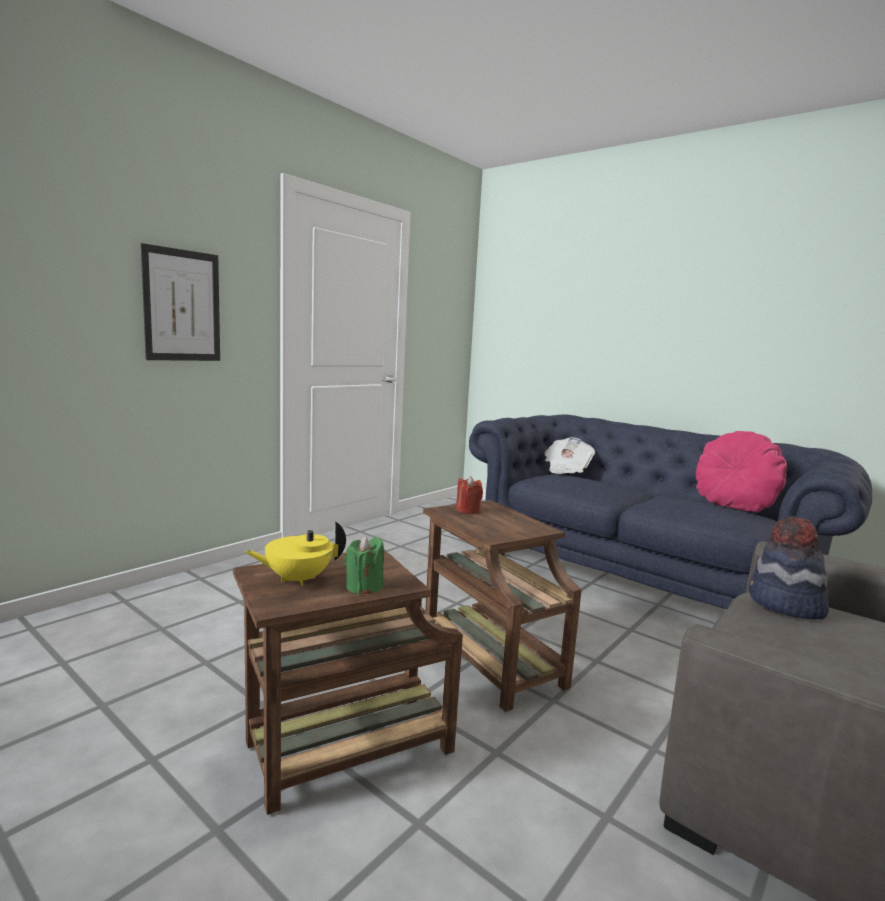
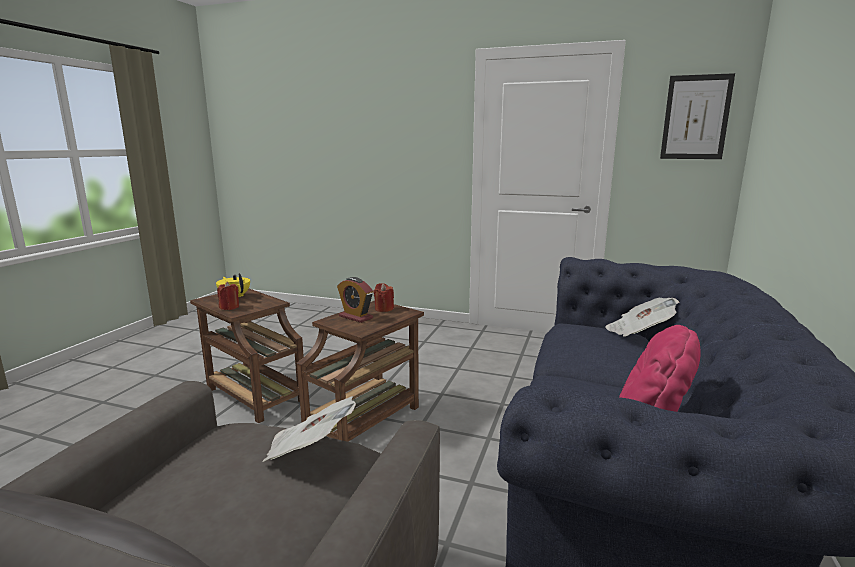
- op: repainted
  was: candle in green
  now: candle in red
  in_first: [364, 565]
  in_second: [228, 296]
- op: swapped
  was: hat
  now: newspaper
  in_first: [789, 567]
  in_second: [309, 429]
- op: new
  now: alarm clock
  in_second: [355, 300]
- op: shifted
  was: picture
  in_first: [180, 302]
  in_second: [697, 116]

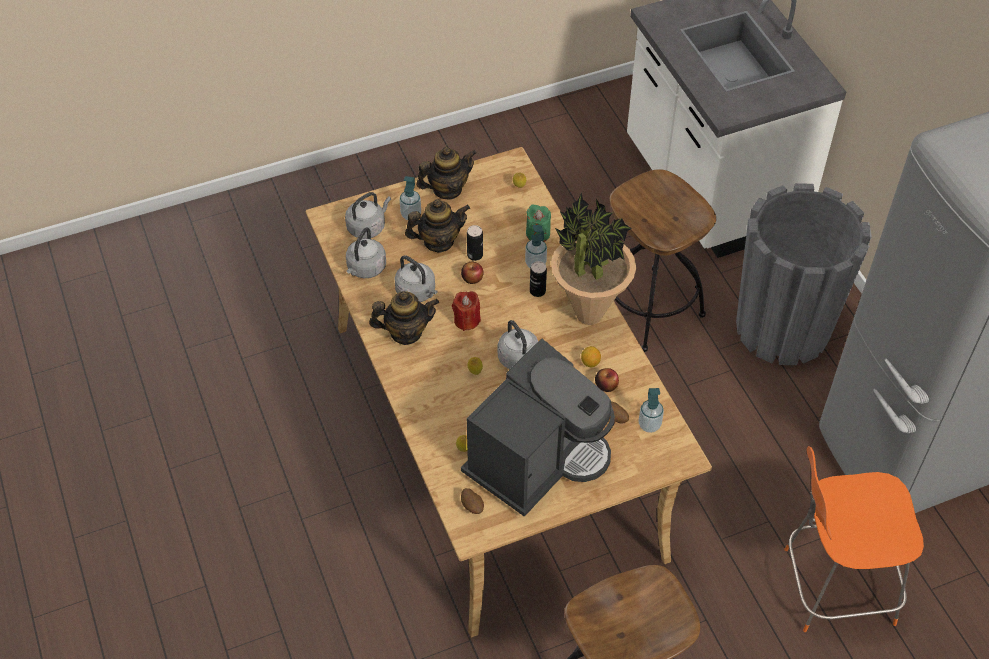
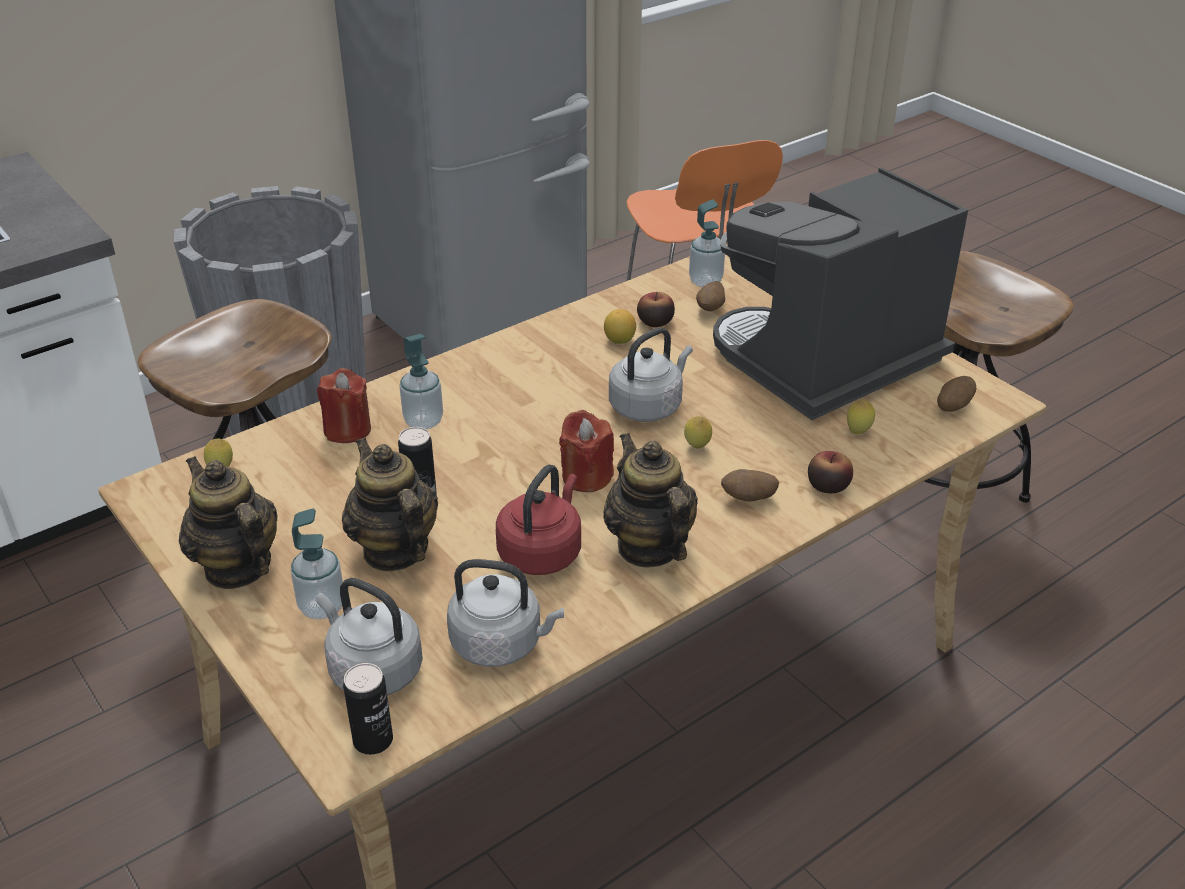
- op: repainted
  was: candle in green
  now: candle in red
  in_first: [538, 223]
  in_second: [344, 405]
- op: shifted
  was: can
  in_first: [538, 279]
  in_second: [368, 709]
- op: repainted
  was: kettle in grey
  now: kettle in red
  in_first: [416, 278]
  in_second: [538, 520]
- op: rotated
  was: coffee machine
  in_first: [538, 428]
  in_second: [840, 293]
  clockwise: -60
- op: new
  now: potato
  in_second: [750, 485]
- op: shifted
  was: apple
  in_first: [472, 273]
  in_second: [830, 472]
- op: gone
  was: potted plant
  in_first: [593, 258]

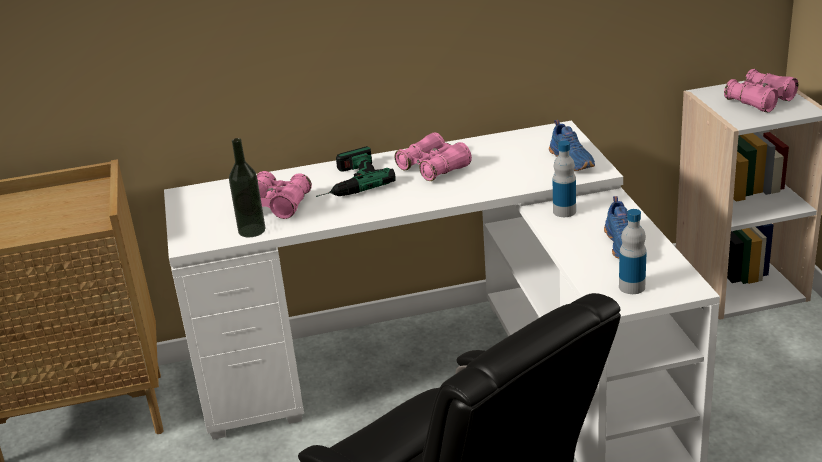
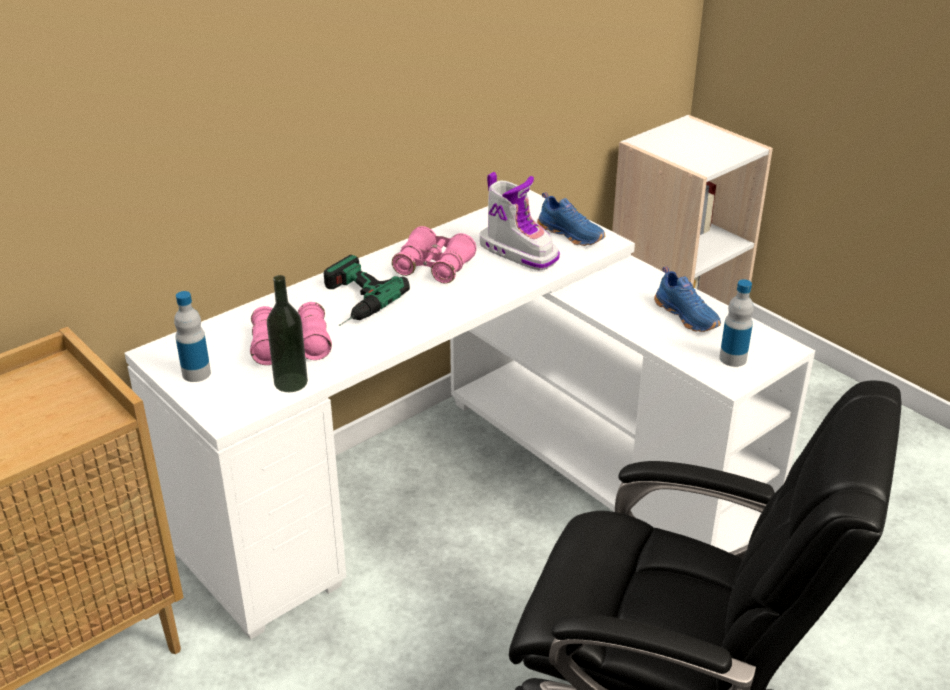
- op: shifted
  was: bottle
  in_first: [564, 179]
  in_second: [192, 336]
- op: new
  now: boot
  in_second: [520, 221]
- op: gone
  was: binoculars in pink
  in_first: [761, 90]

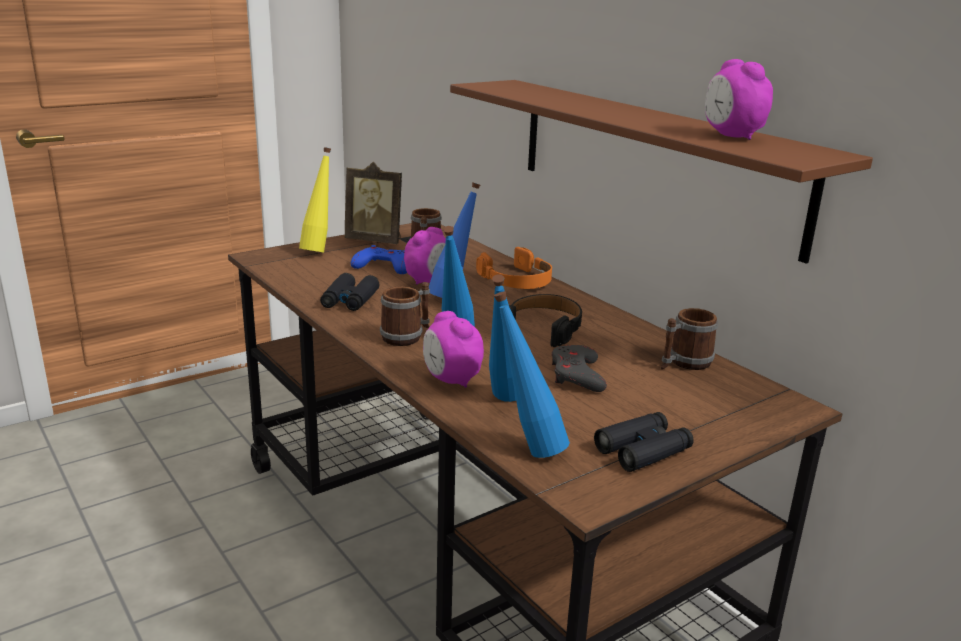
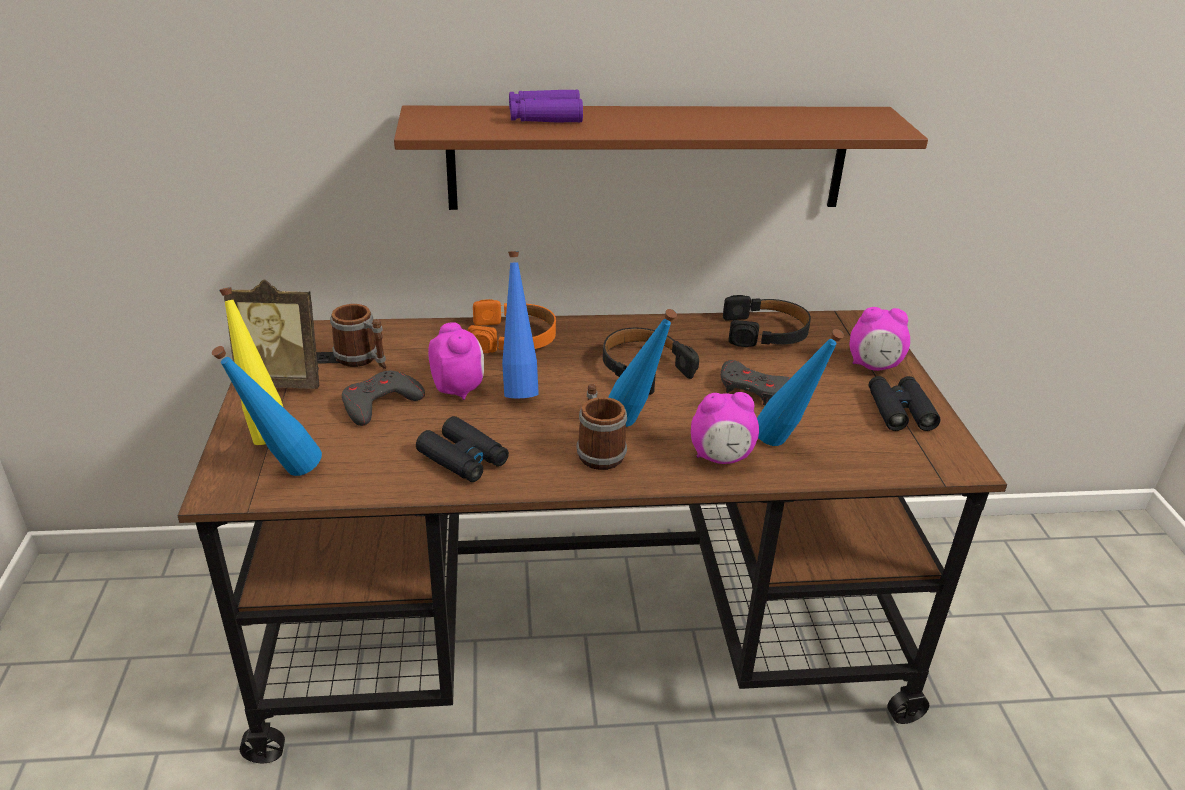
- op: shifted
  was: bottle in blue
  in_first: [532, 374]
  in_second: [267, 411]
- op: rotated
  was: picture frame
  in_first: [373, 203]
  in_second: [271, 334]
  clockwise: 45
- op: repainted
  was: game controller in blue
  now: game controller in grey
  in_first: [379, 259]
  in_second: [383, 398]
- op: new
  now: binoculars in purple
  in_second: [546, 106]
- op: swapped
  was: mug
  now: headphones in black
  in_first: [689, 339]
  in_second: [767, 321]
- op: shifted
  was: alarm clock
  in_first: [739, 99]
  in_second: [880, 339]

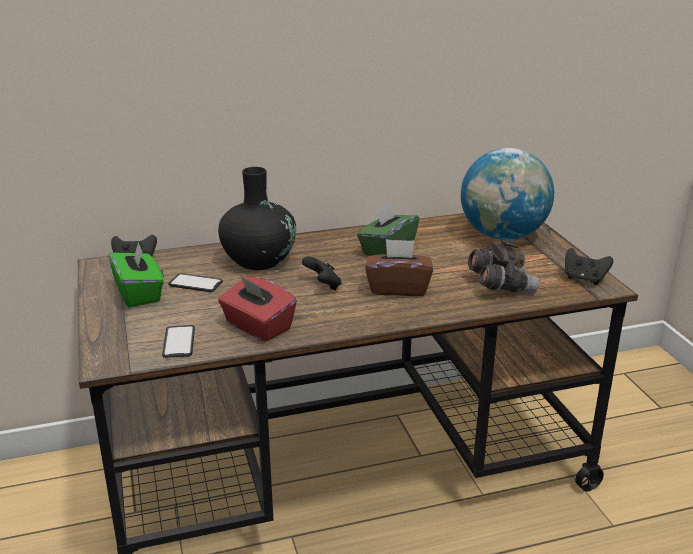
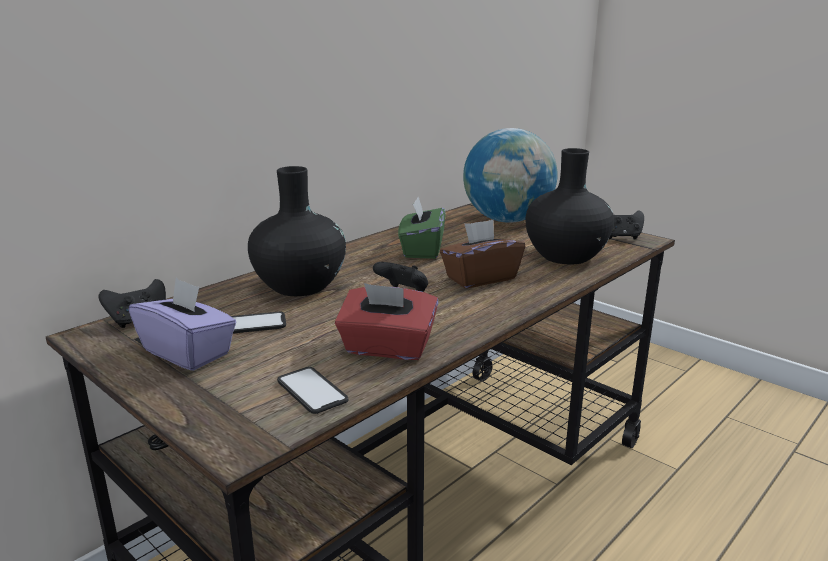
- op: repainted
  was: tissue box in green
  now: tissue box in purple
  in_first: [136, 274]
  in_second: [182, 324]
- op: swapped
  was: binoculars in grey
  now: vase in black
  in_first: [503, 266]
  in_second: [570, 206]

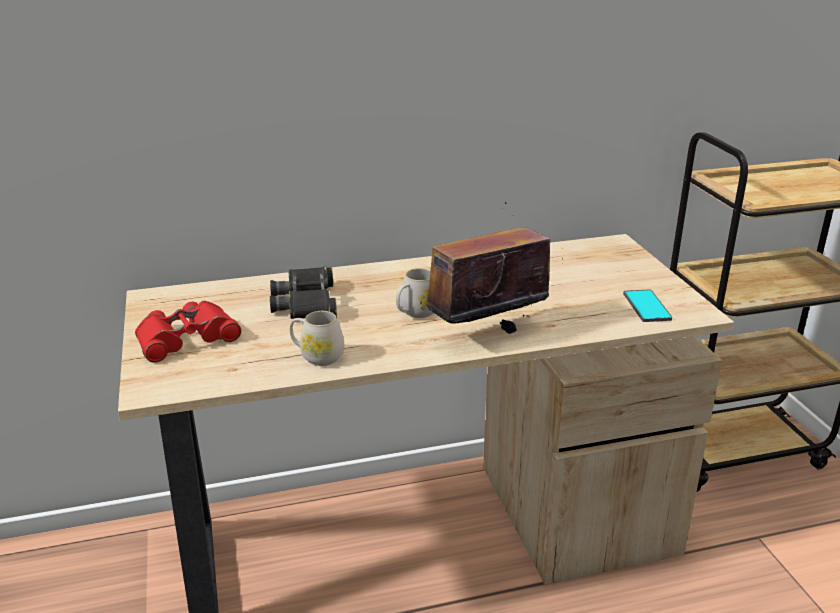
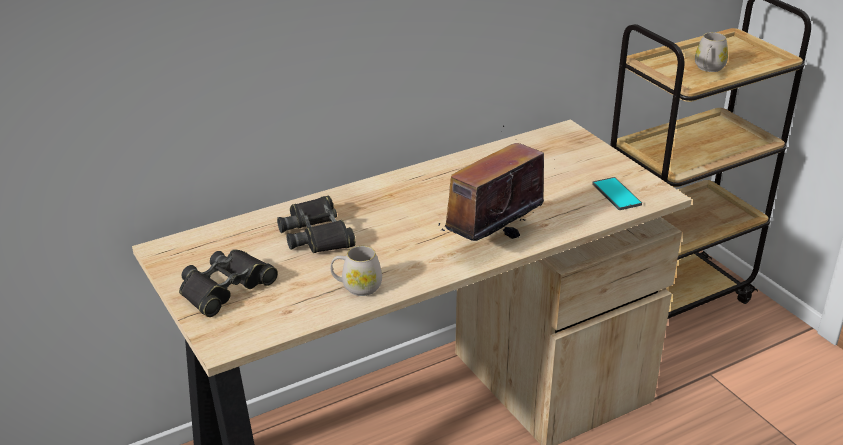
- op: repainted
  was: binoculars in red
  now: binoculars in black
  in_first: [188, 332]
  in_second: [228, 283]
- op: shifted
  was: mug in white
  in_first: [415, 293]
  in_second: [711, 52]

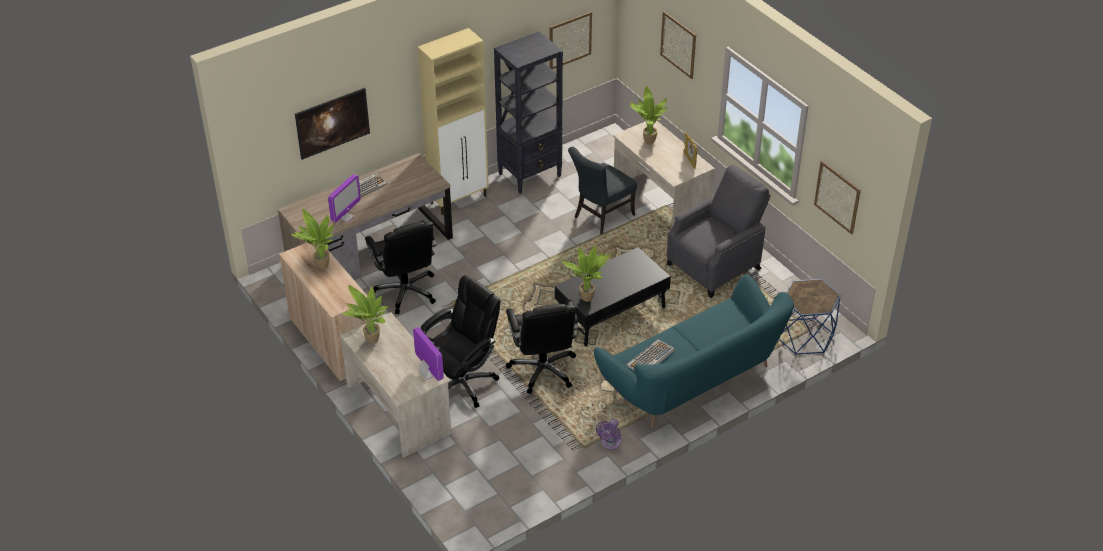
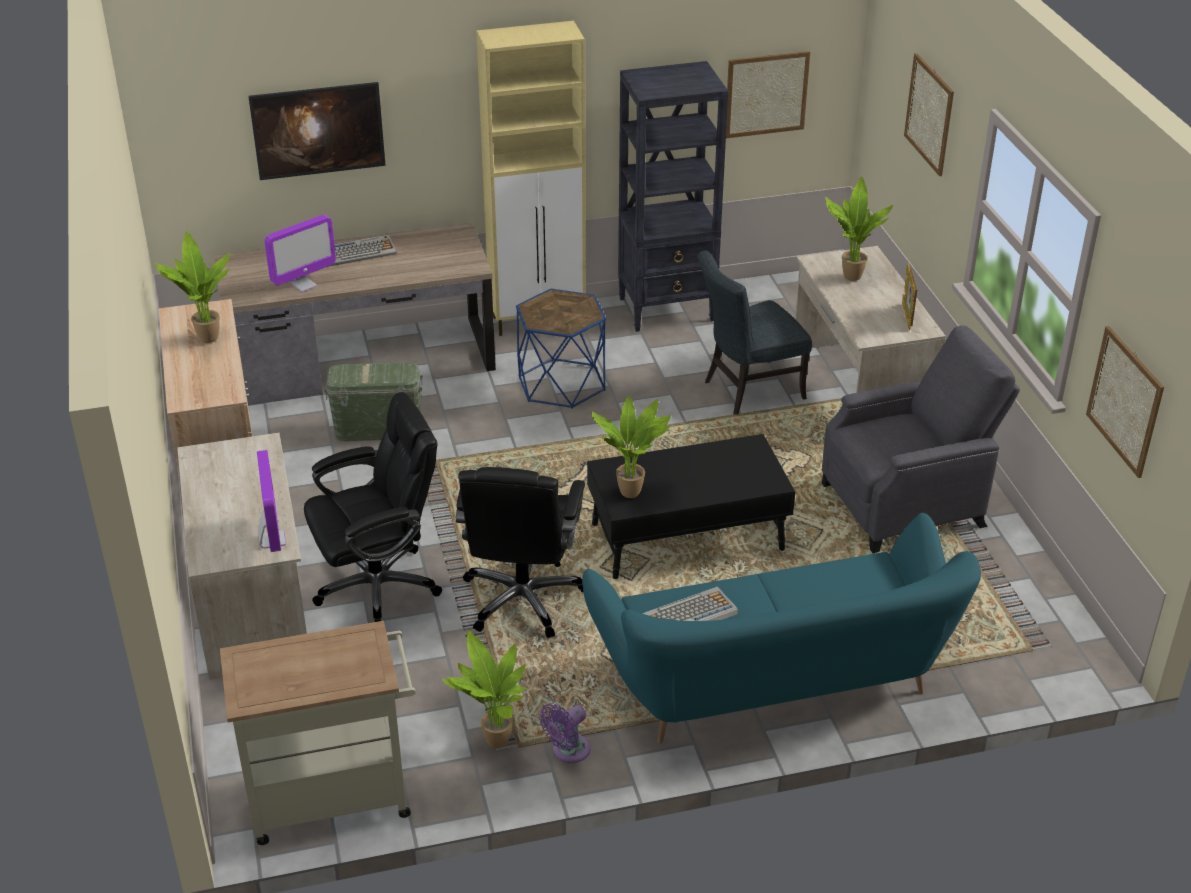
- op: new
  now: cart in beige
  in_second: [318, 733]
- op: swapped
  was: office chair in black
  now: storage box in green
  in_first: [400, 267]
  in_second: [373, 401]
- op: shifted
  was: potted plant
  in_first: [365, 314]
  in_second: [484, 690]
- op: shifted
  was: side table in blue
  in_first: [810, 317]
  in_second: [561, 349]

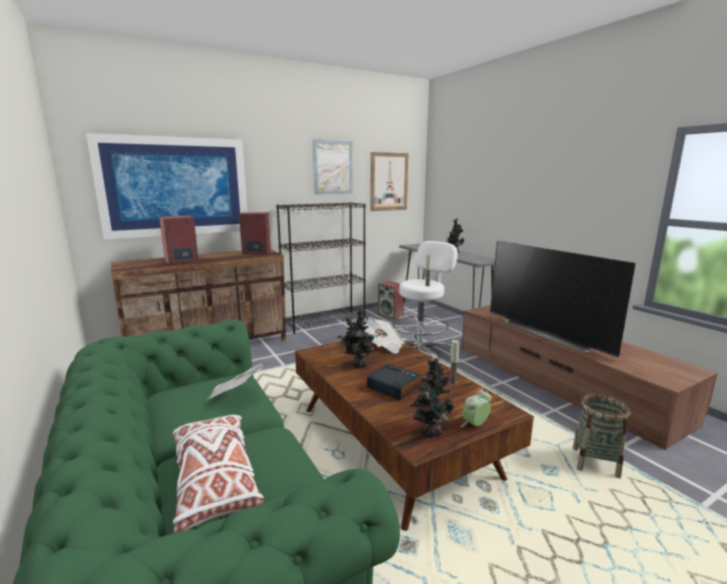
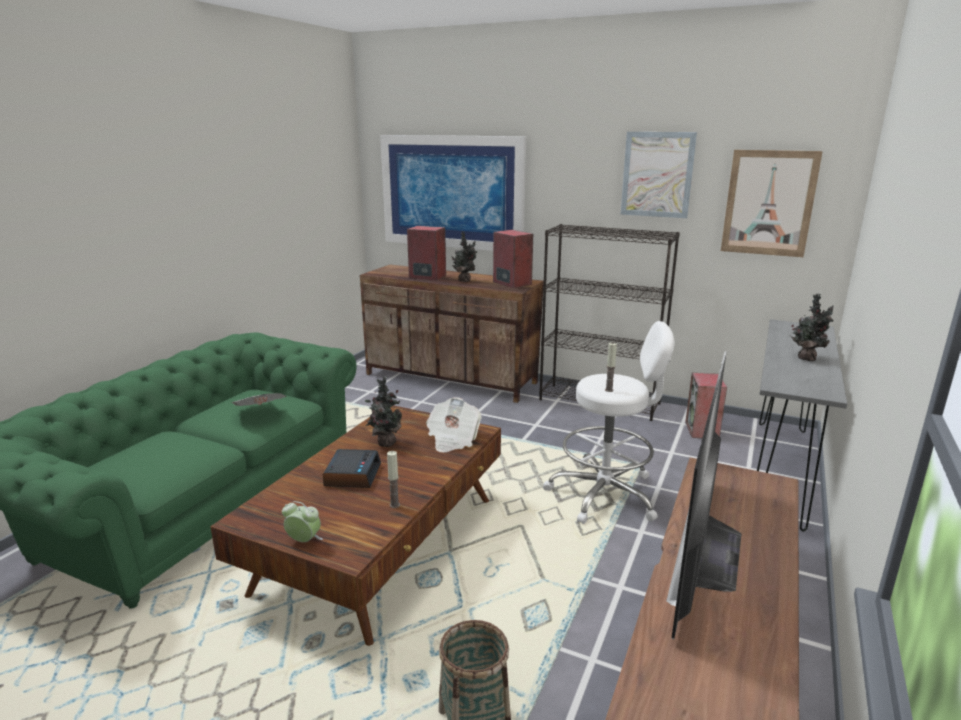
- op: shifted
  was: potted plant
  in_first: [431, 398]
  in_second: [464, 257]
- op: gone
  was: pillow in white
  in_first: [218, 474]

